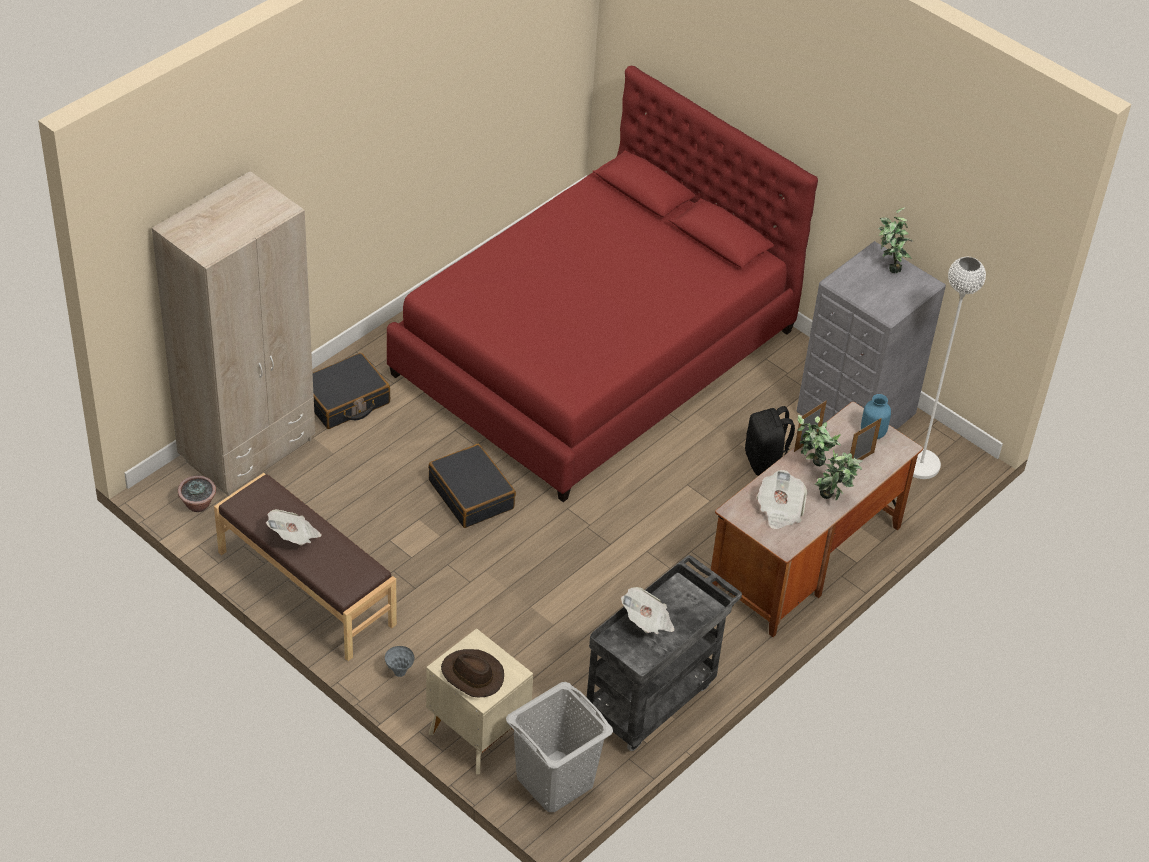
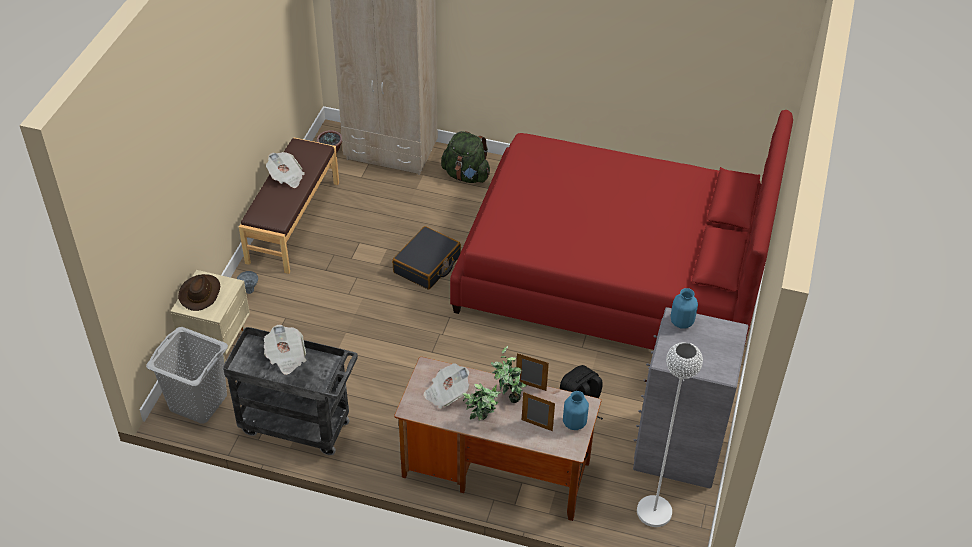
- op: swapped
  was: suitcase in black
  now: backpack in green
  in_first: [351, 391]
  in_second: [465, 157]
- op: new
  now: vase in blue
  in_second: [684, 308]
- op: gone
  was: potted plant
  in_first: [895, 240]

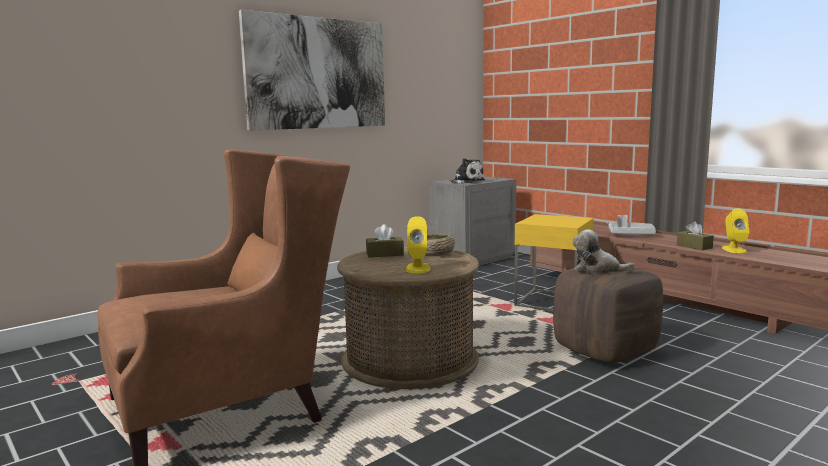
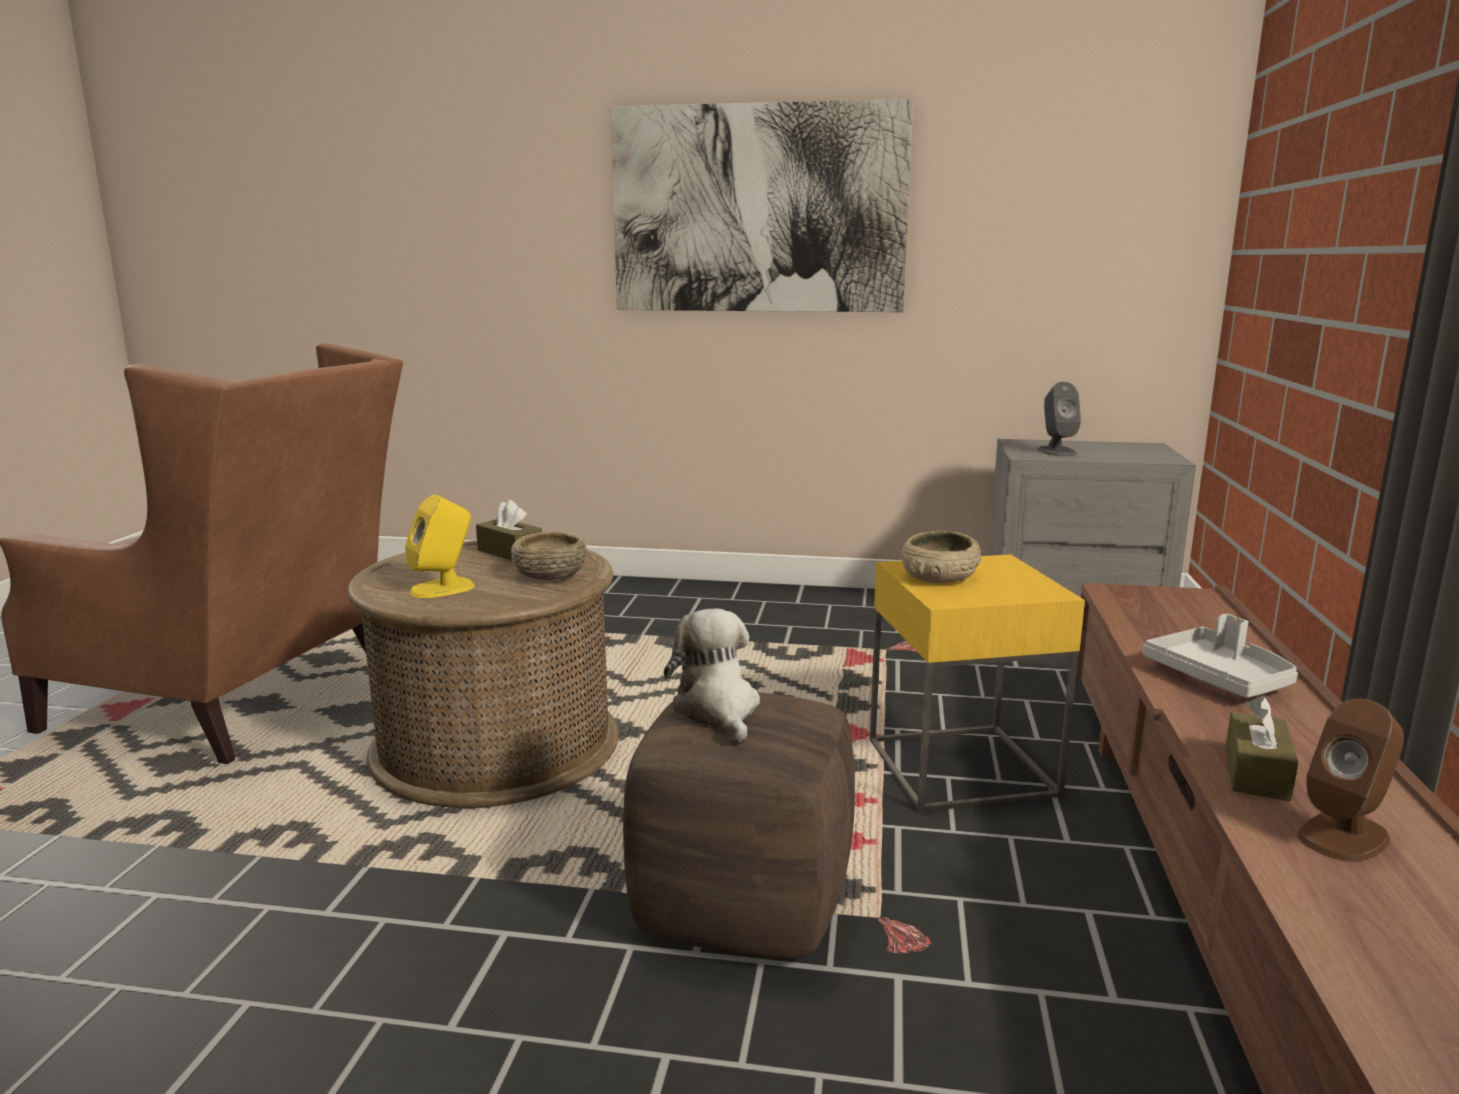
- op: new
  now: bowl in beige
  in_second: [941, 556]
- op: swapped
  was: plush toy
  now: speaker in grey
  in_first: [466, 171]
  in_second: [1059, 419]
- op: repainted
  was: speaker in yellow
  now: speaker in brown
  in_first: [736, 230]
  in_second: [1351, 780]

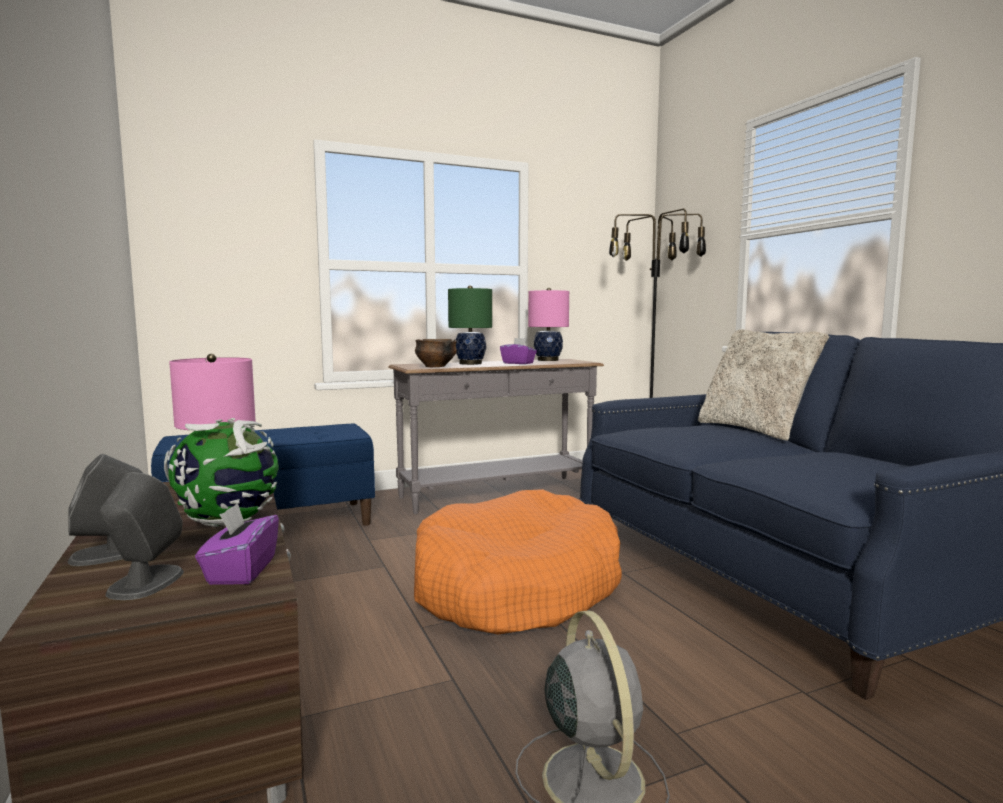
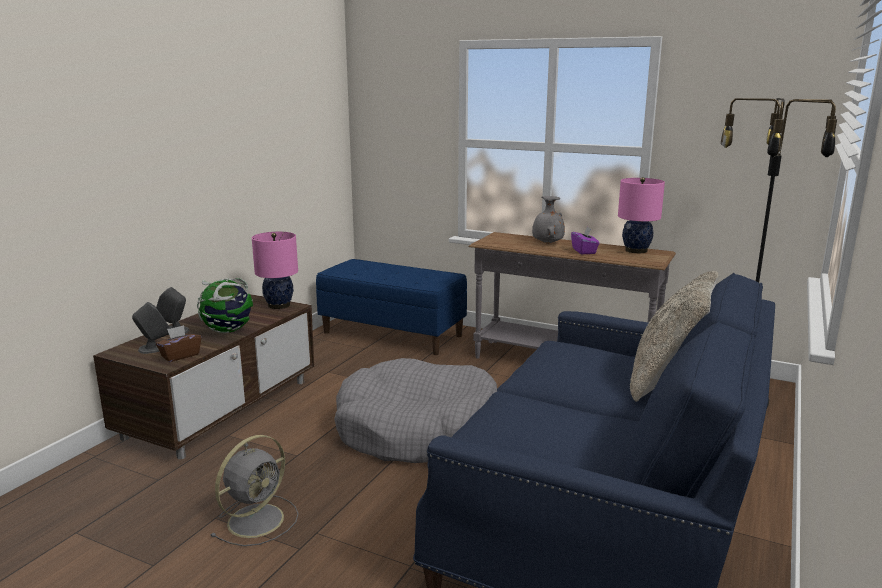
- op: repainted
  was: tissue box in purple
  now: tissue box in brown
  in_first: [237, 544]
  in_second: [178, 343]
- op: repainted
  was: dog bed in orange
  now: dog bed in grey
  in_first: [518, 562]
  in_second: [415, 410]
- op: swapped
  was: table lamp in green
  now: vase in grey
  in_first: [470, 325]
  in_second: [548, 220]
- op: gone
  was: bowl
  in_first: [436, 353]

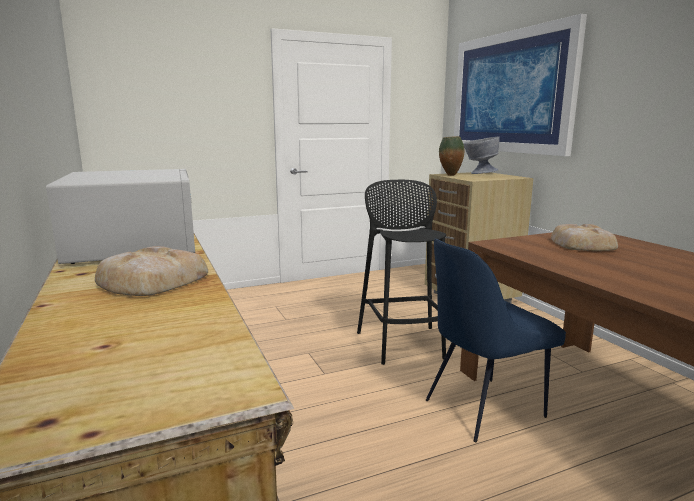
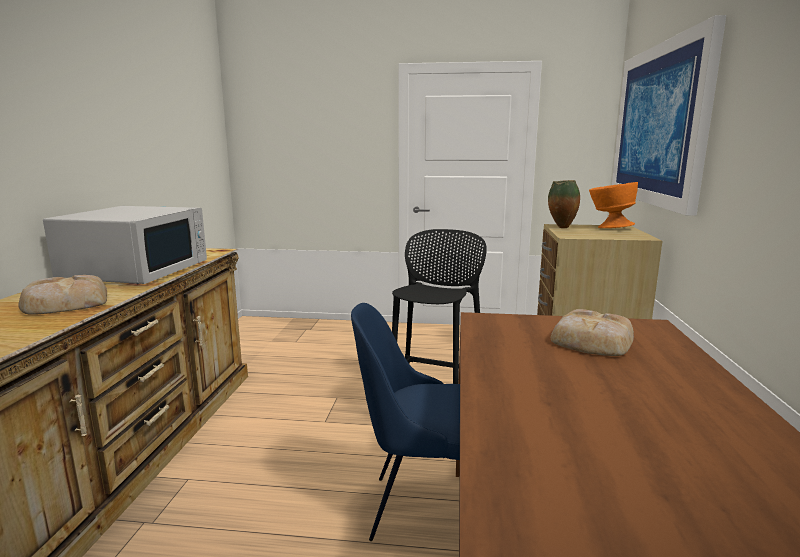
- op: repainted
  was: bowl in grey
  now: bowl in orange
  in_first: [481, 155]
  in_second: [613, 205]

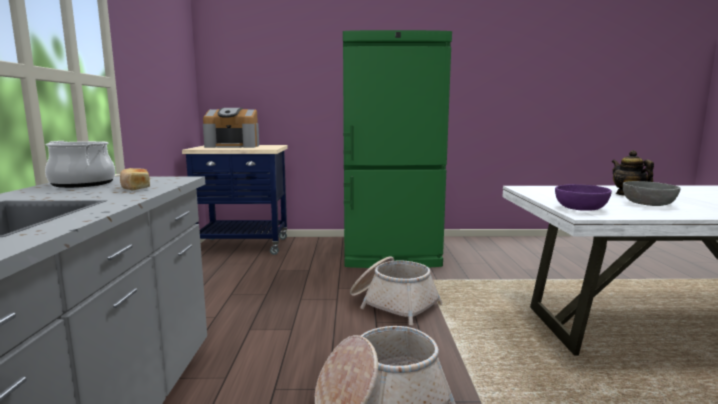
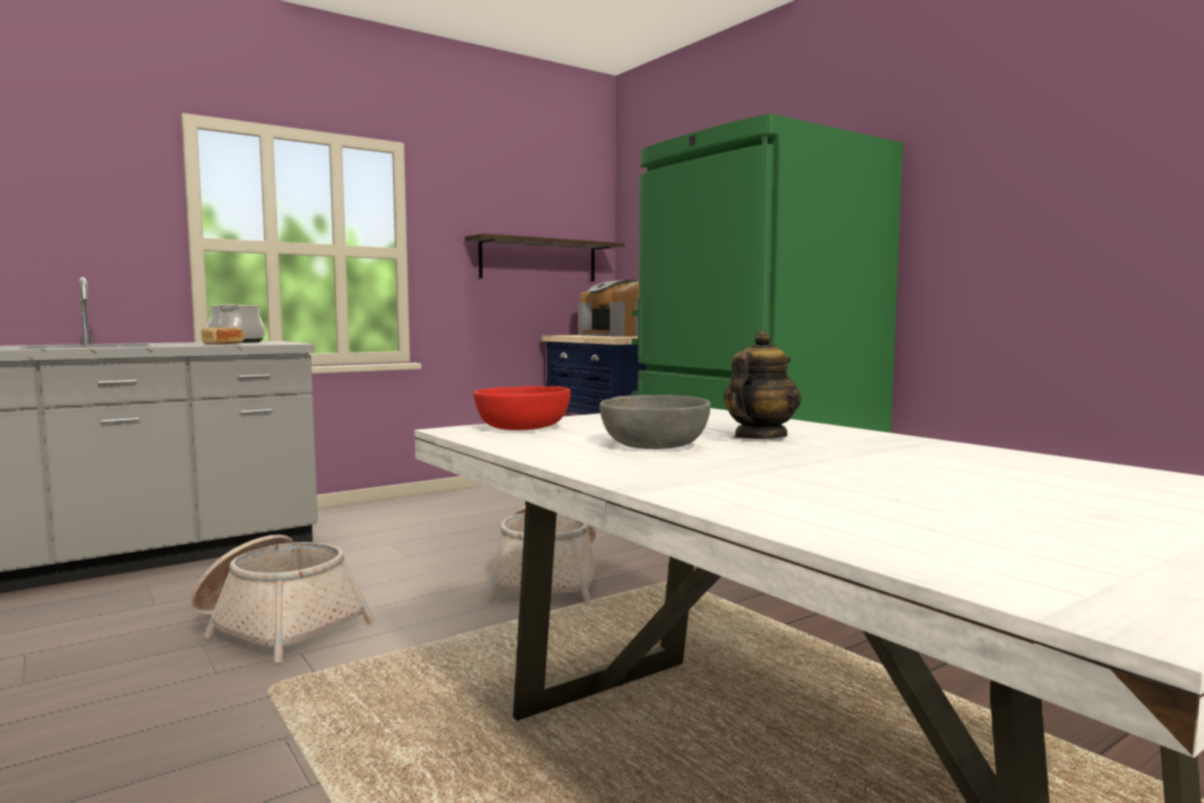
- op: new
  now: shelf
  in_second: [545, 257]
- op: repainted
  was: bowl in purple
  now: bowl in red
  in_first: [583, 197]
  in_second: [522, 408]

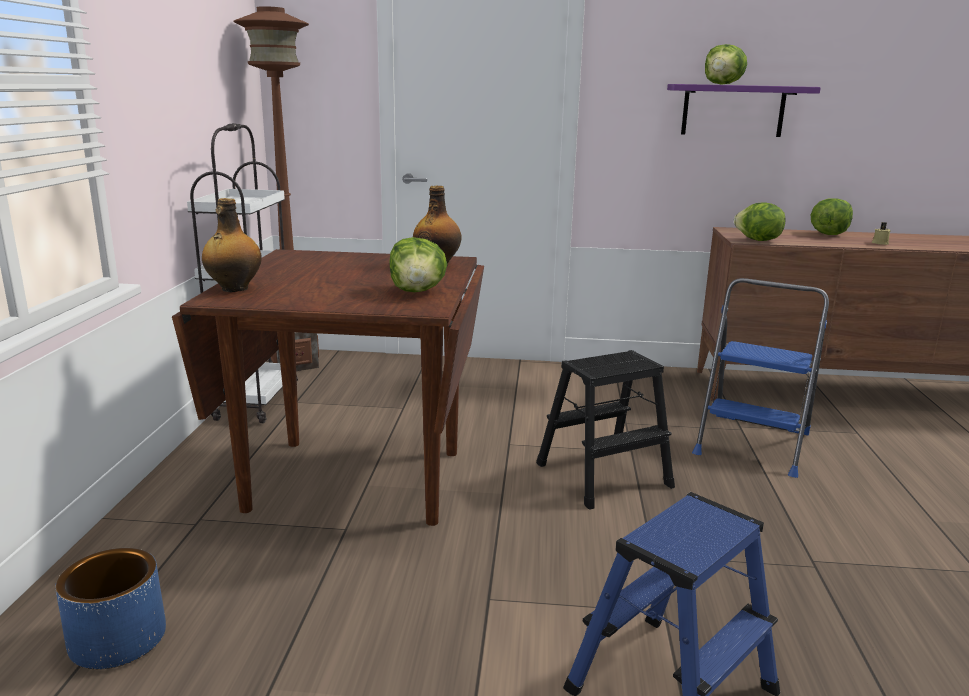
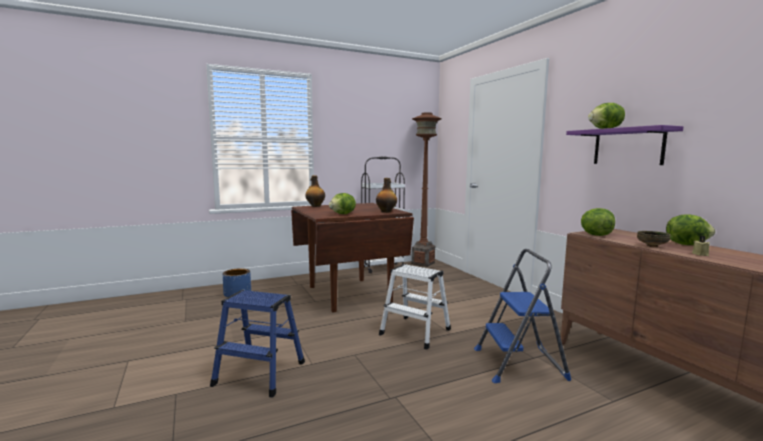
- op: repainted
  was: step ladder in black
  now: step ladder in white
  in_first: [605, 429]
  in_second: [415, 307]
- op: new
  now: bowl
  in_second: [653, 239]

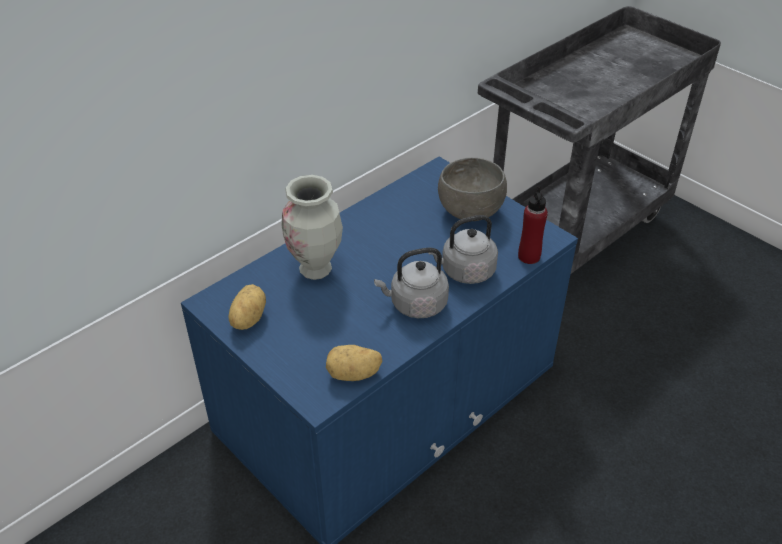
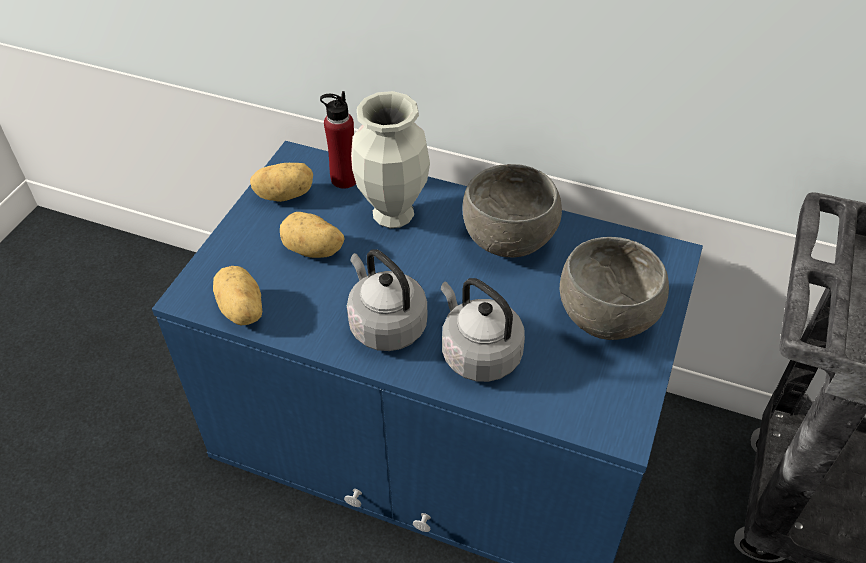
- op: new
  now: potato
  in_second: [312, 235]
- op: shifted
  was: bottle in red
  in_first: [533, 225]
  in_second: [338, 140]
- op: new
  now: bowl in grey
  in_second: [512, 210]

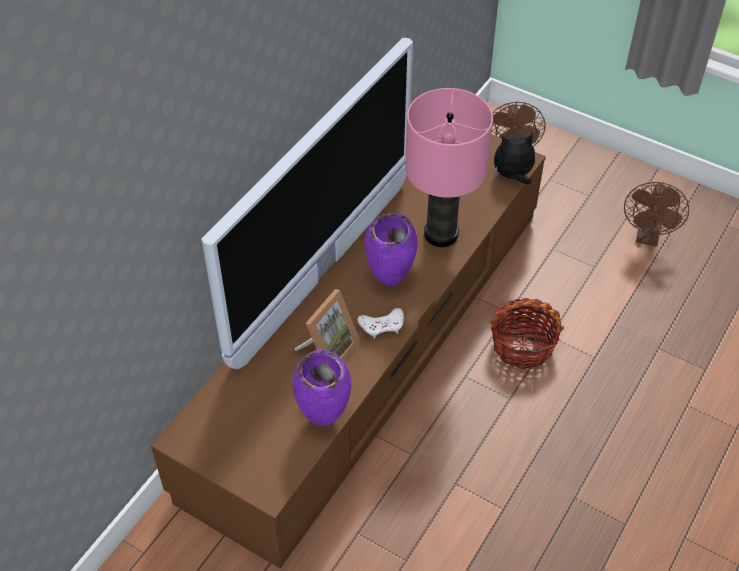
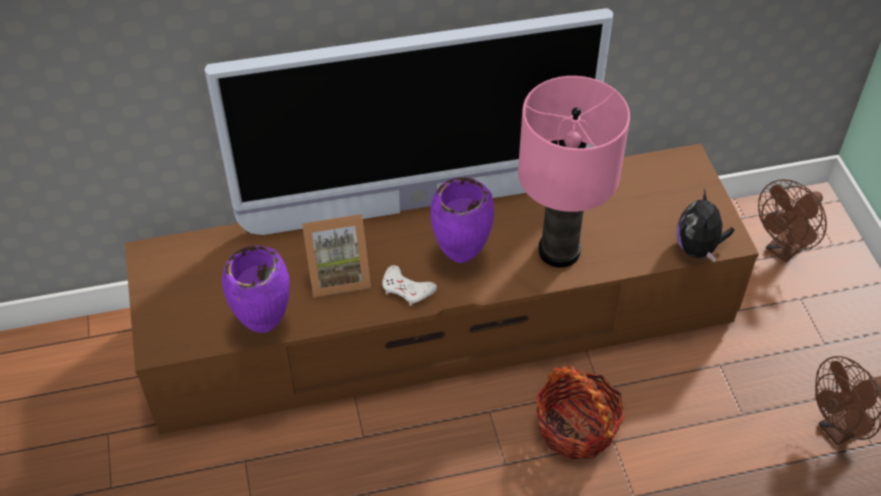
- op: rotated
  was: plush toy
  in_first: [514, 158]
  in_second: [705, 225]
  clockwise: -120

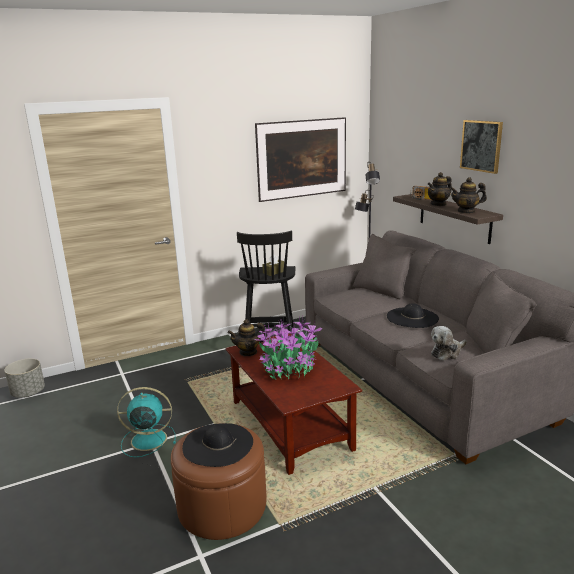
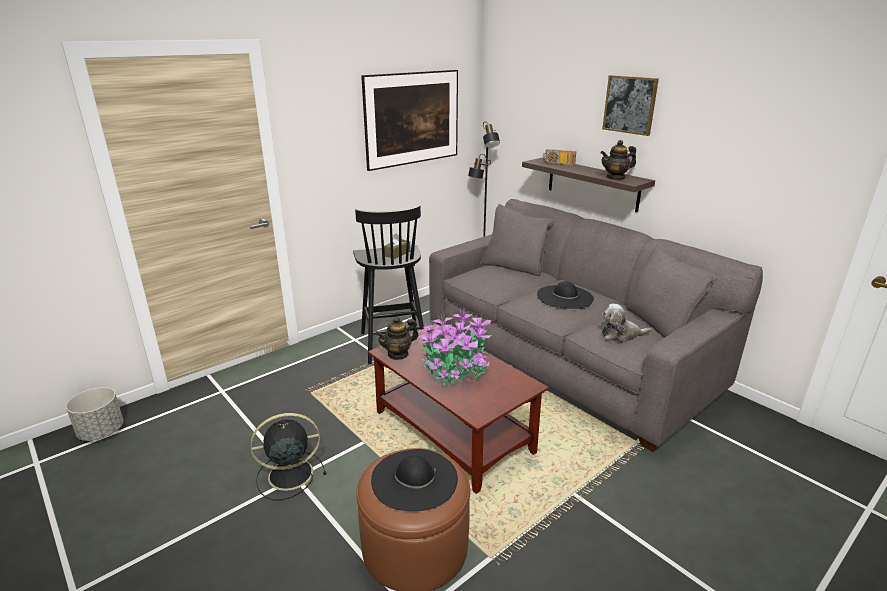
- op: repainted
  was: fan in turquoise
  now: fan in black
  in_first: [146, 422]
  in_second: [288, 456]
- op: rotated
  was: plush toy
  in_first: [449, 343]
  in_second: [627, 323]
  clockwise: 45
- op: gone
  was: teapot
  in_first: [440, 189]

